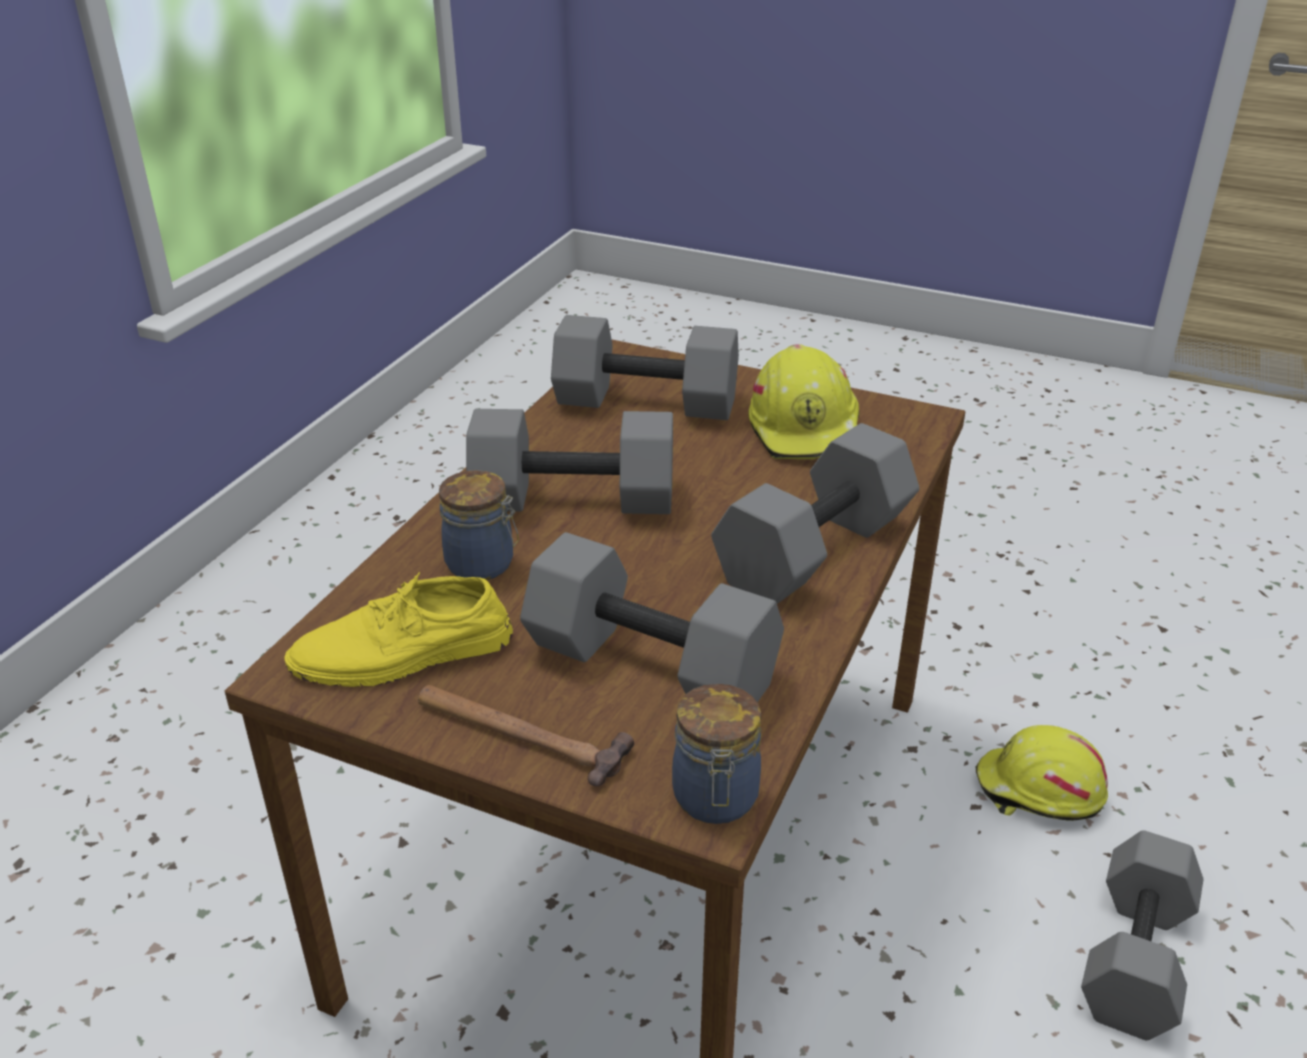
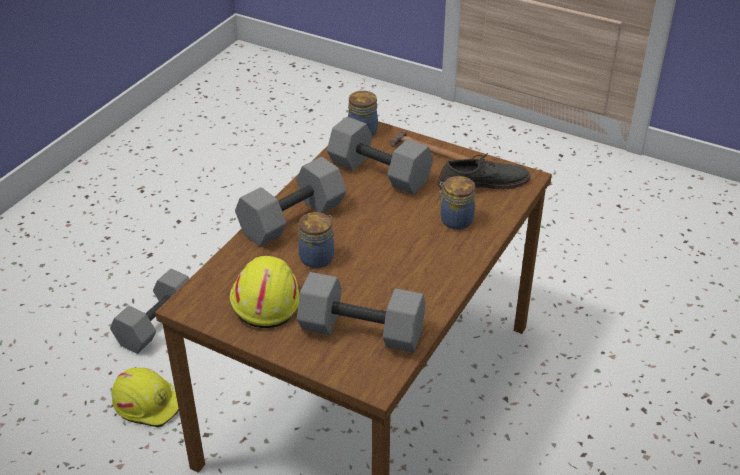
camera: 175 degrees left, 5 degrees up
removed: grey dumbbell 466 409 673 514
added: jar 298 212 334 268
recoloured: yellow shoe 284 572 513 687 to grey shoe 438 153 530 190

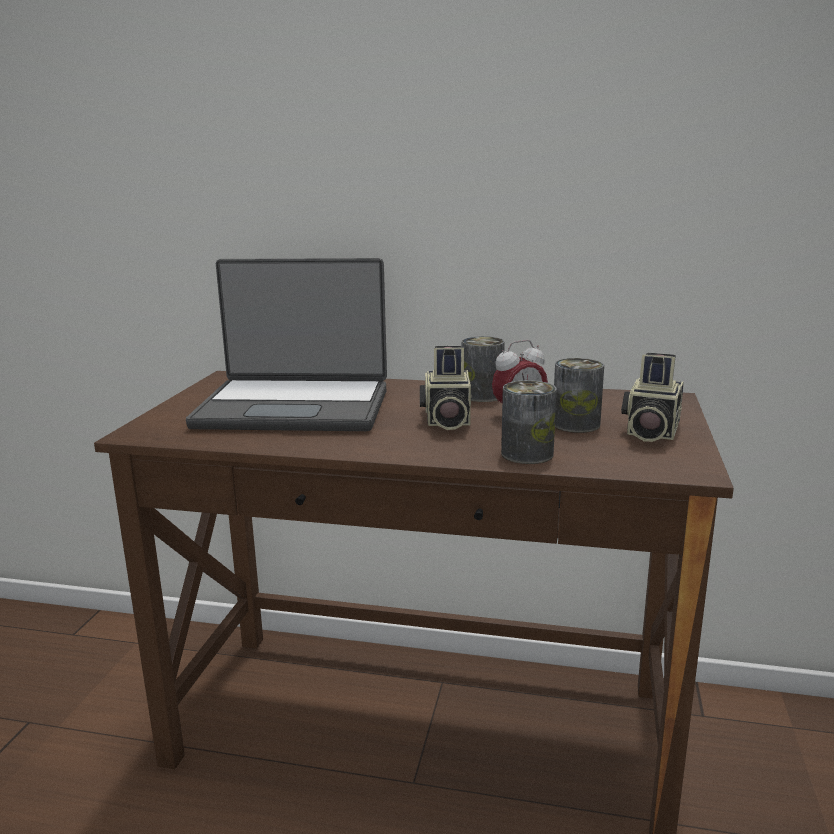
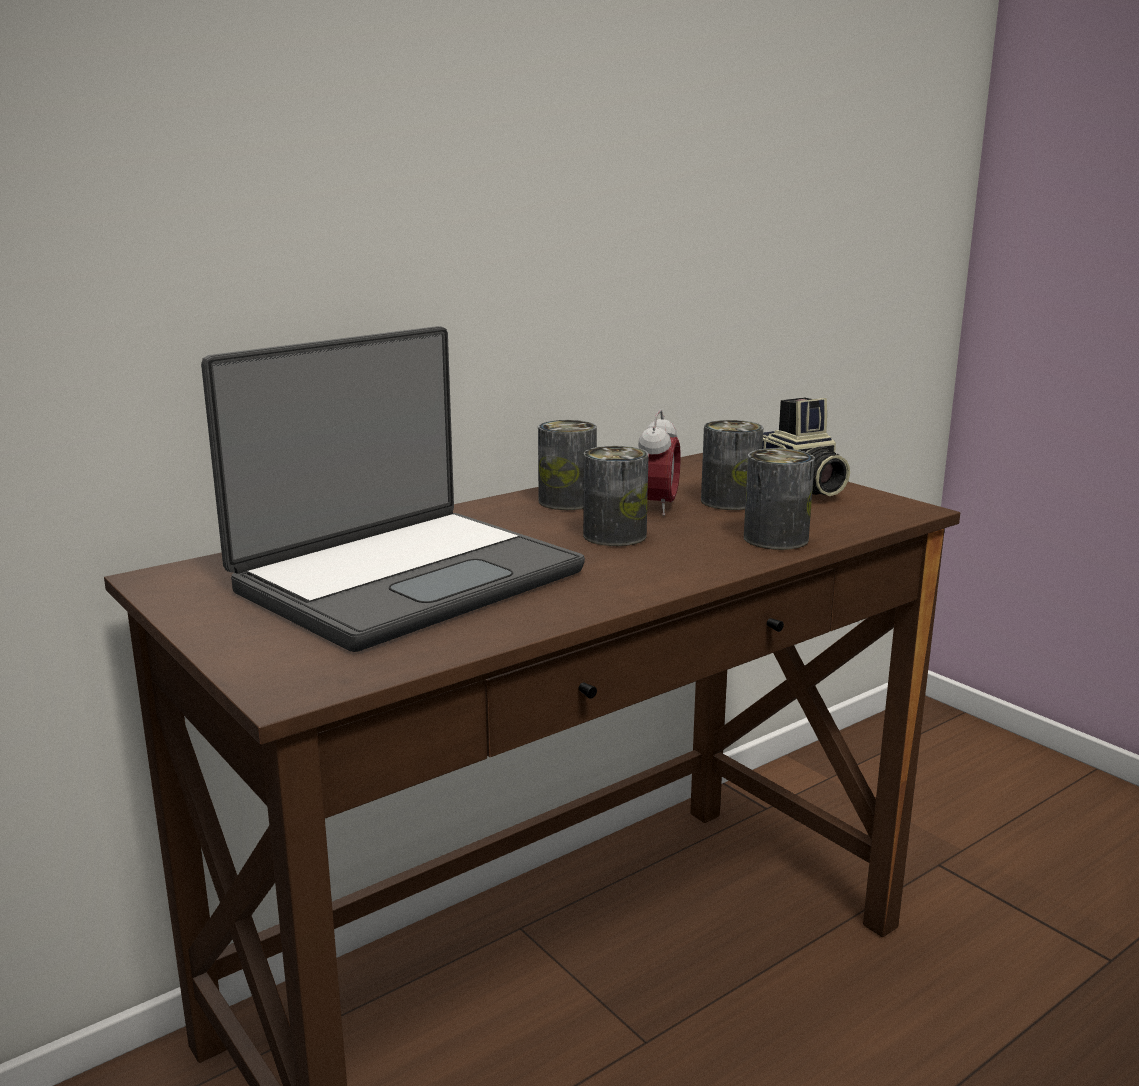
camera: 50 degrees left, 0 degrees up
replaced: photo camera 420 346 471 430 to can 583 446 648 546

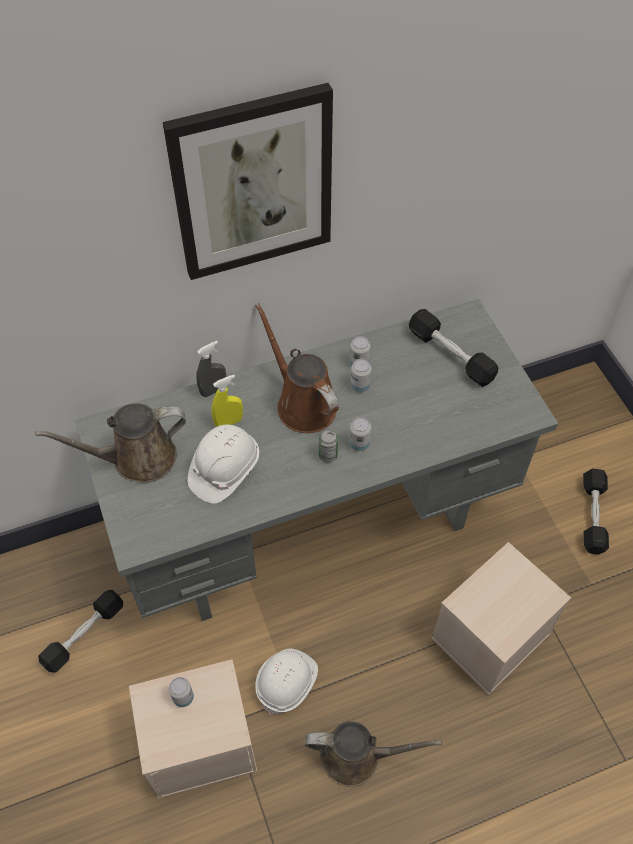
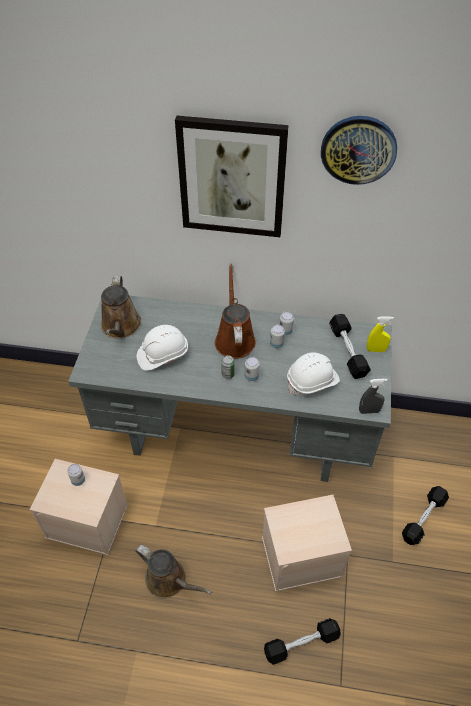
camera: 30 degrees right, 5 degrees down
added: wall clock 321 116 397 185
moved: grey spray bottle 196 341 226 397 to 359 379 388 414; yellow spray bottle 211 375 243 427 to 367 316 394 352; black dumbbell 38 590 123 673 to 264 618 341 665; white hard hat 255 649 318 715 to 287 352 340 396
turned: brown watering can 35 403 186 482 = 101 276 141 338 105 degrees counterclockwise

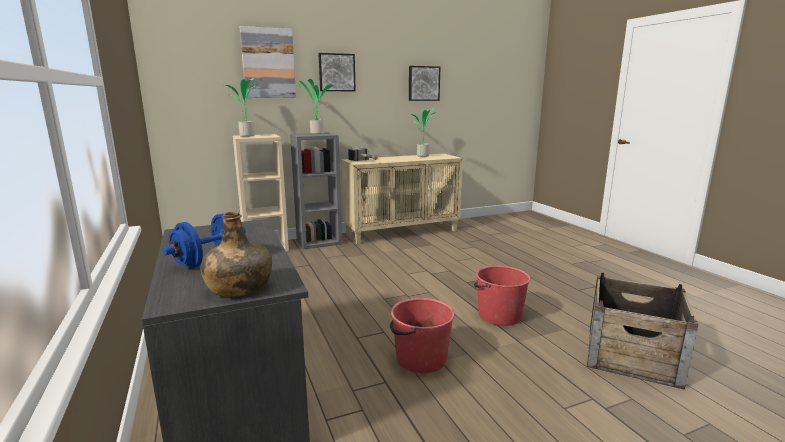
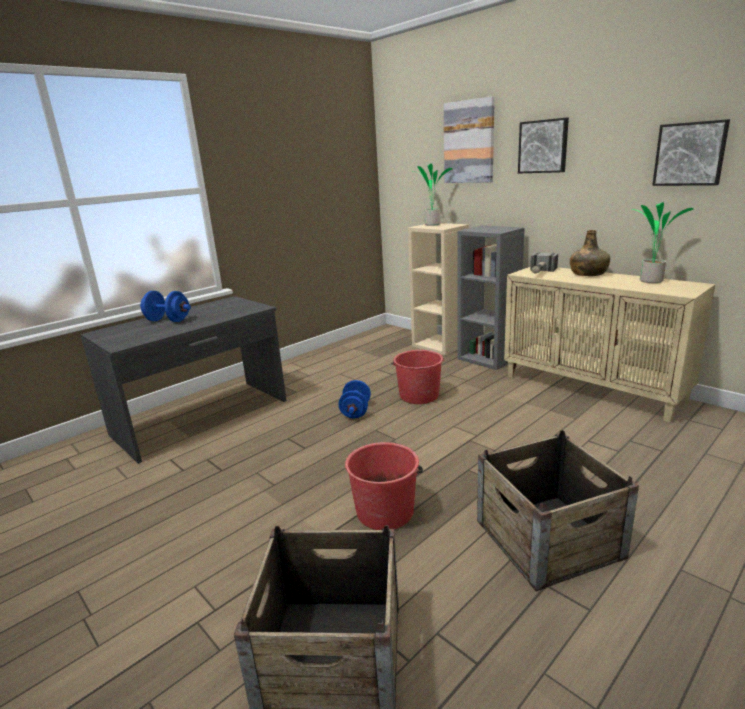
camera: 70 degrees right, 5 degrees up
removed: potted plant 300 79 333 134
added: blue dumbbell 338 380 371 418; crate 477 430 639 591
moved: green bottle 200 212 272 297 to 570 230 610 276; red bucket 390 298 455 373 to 391 350 444 404

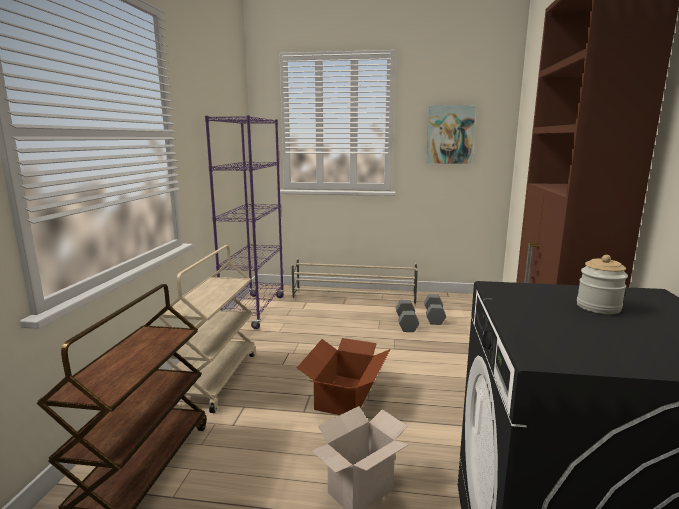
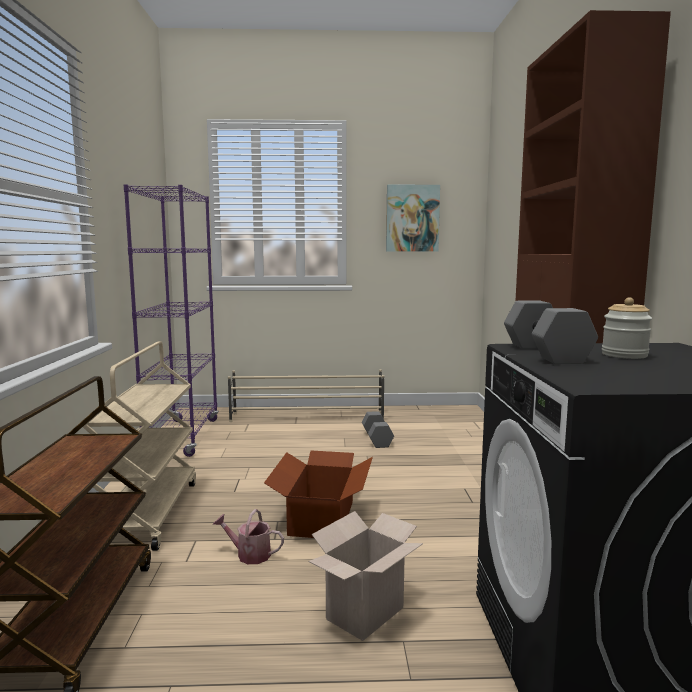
camera: 10 degrees left, 5 degrees down
added: watering can 213 509 284 564
moved: grey dumbbell 424 294 446 325 to 504 301 598 364

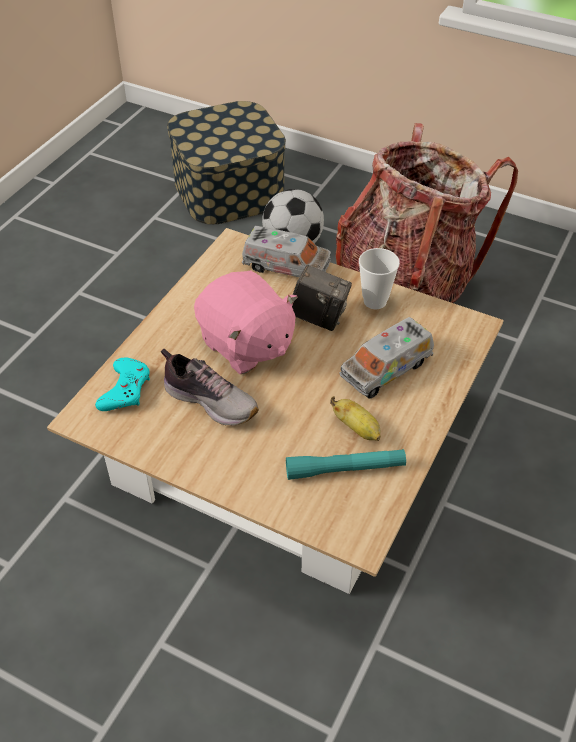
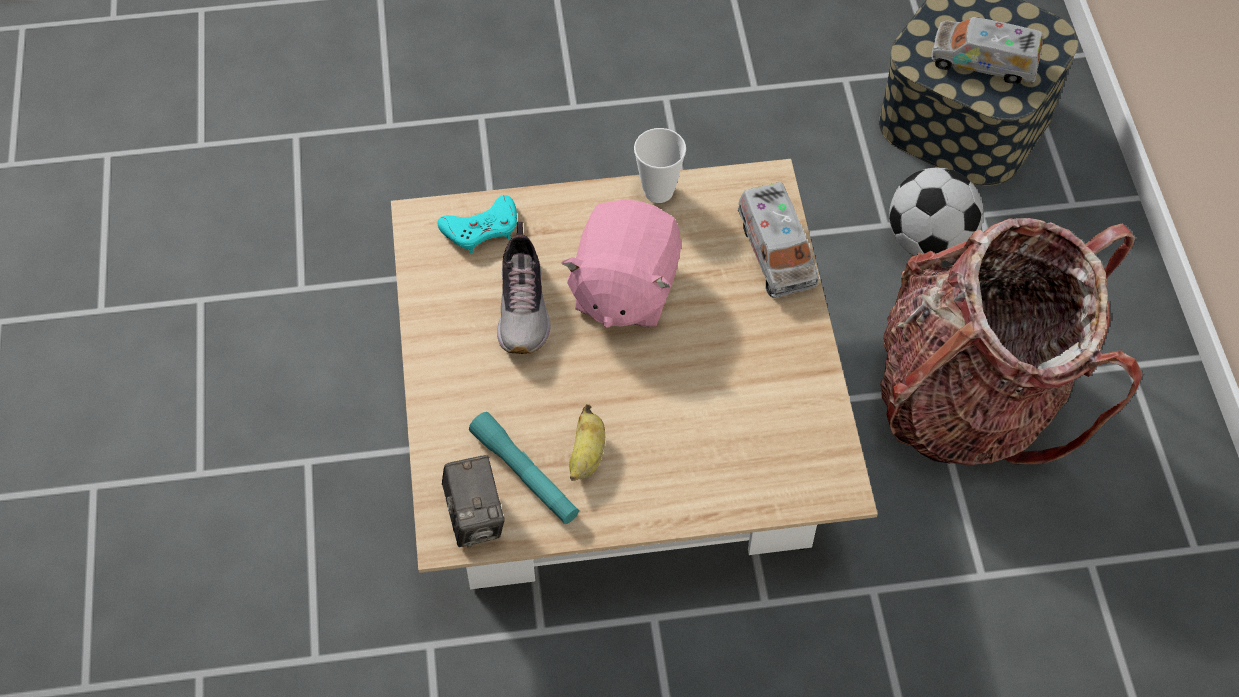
camera: 55 degrees right, 10 degrees up
moved: cup 359 248 400 309 to 634 128 686 203; photo camera 292 265 352 331 to 442 455 504 548; toy truck 339 317 434 399 to 932 17 1043 84

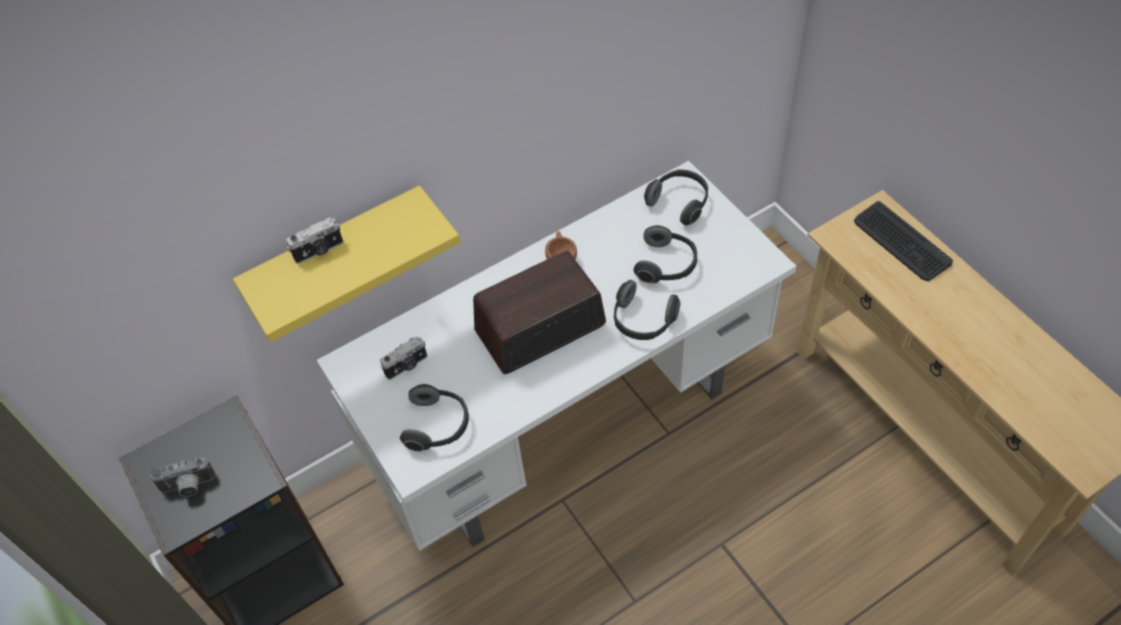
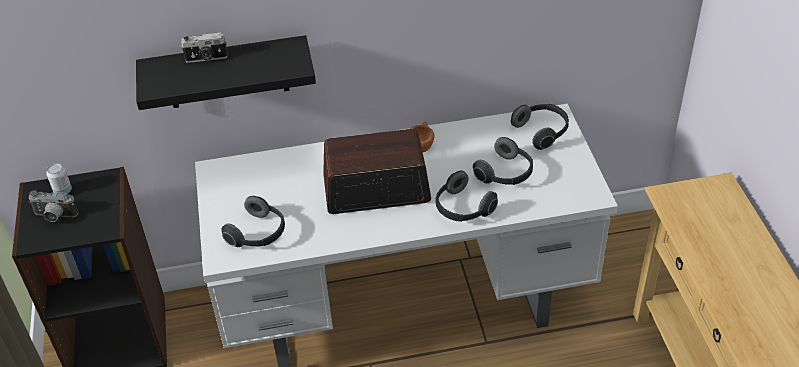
camera: 20 degrees right, 10 degrees down
removed: keyboard 854 201 953 281; photo camera 380 336 427 380
added: can 46 163 72 194
recoloured: yellow shelf 233 185 460 342 to black shelf 136 35 316 110

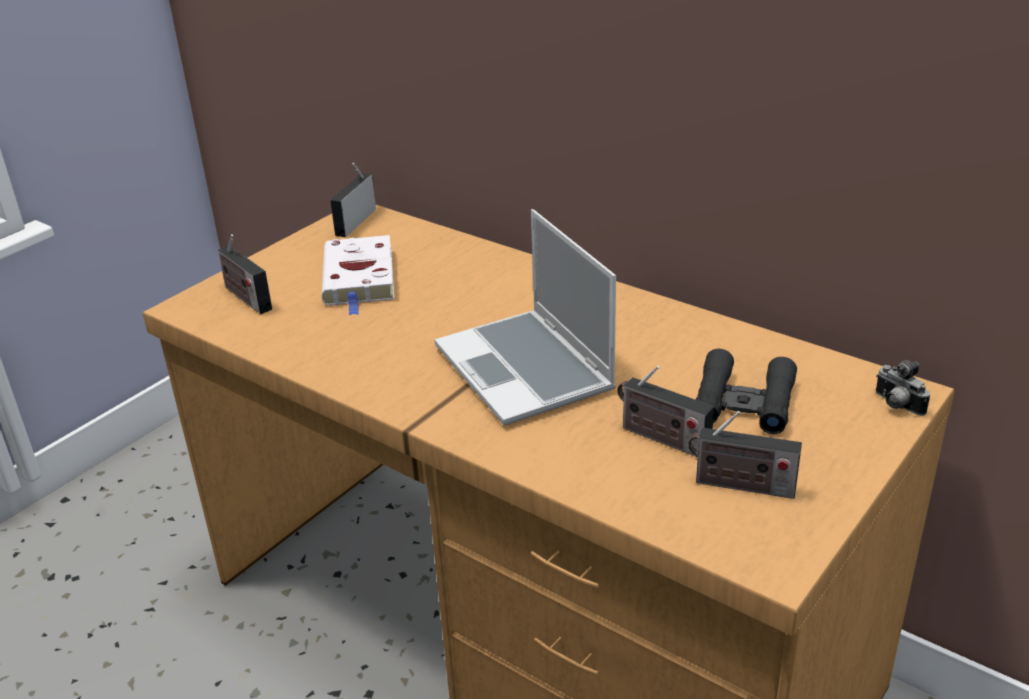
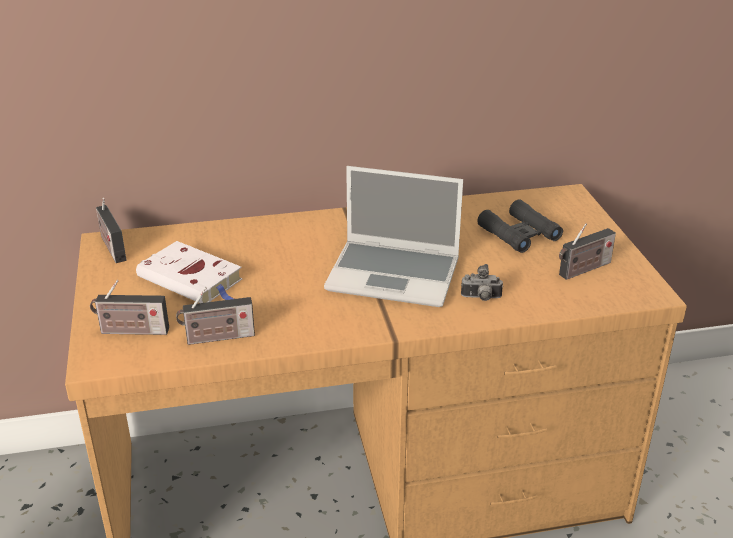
camera: 50 degrees left, 0 degrees up
moved: photo camera 876 360 930 416 to 461 264 503 301; radio 617 365 714 457 to 176 287 255 345

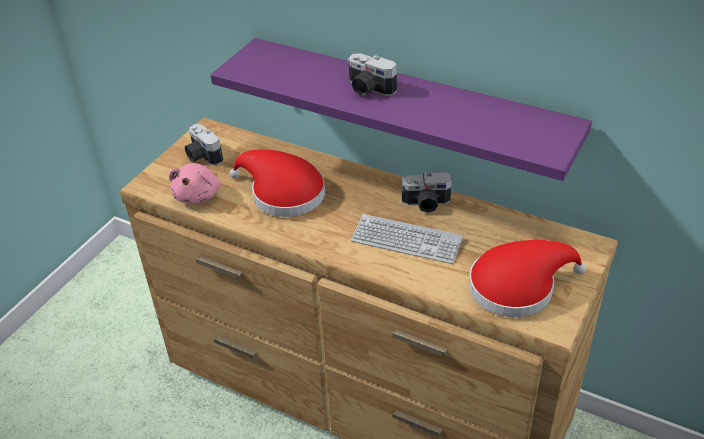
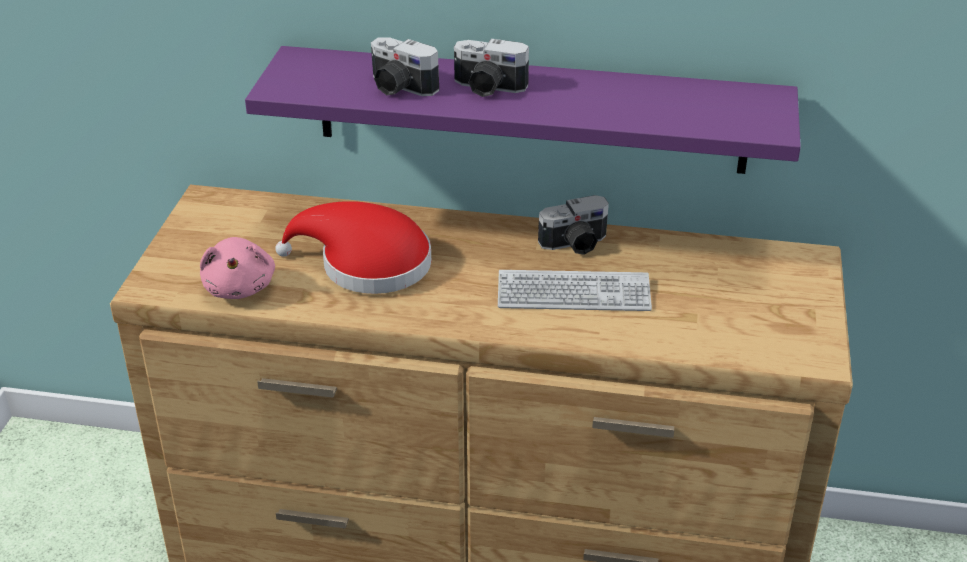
camera: 20 degrees left, 5 degrees down
removed: red hat 469 240 586 317
moved: photo camera 185 124 223 166 to 371 37 439 96

